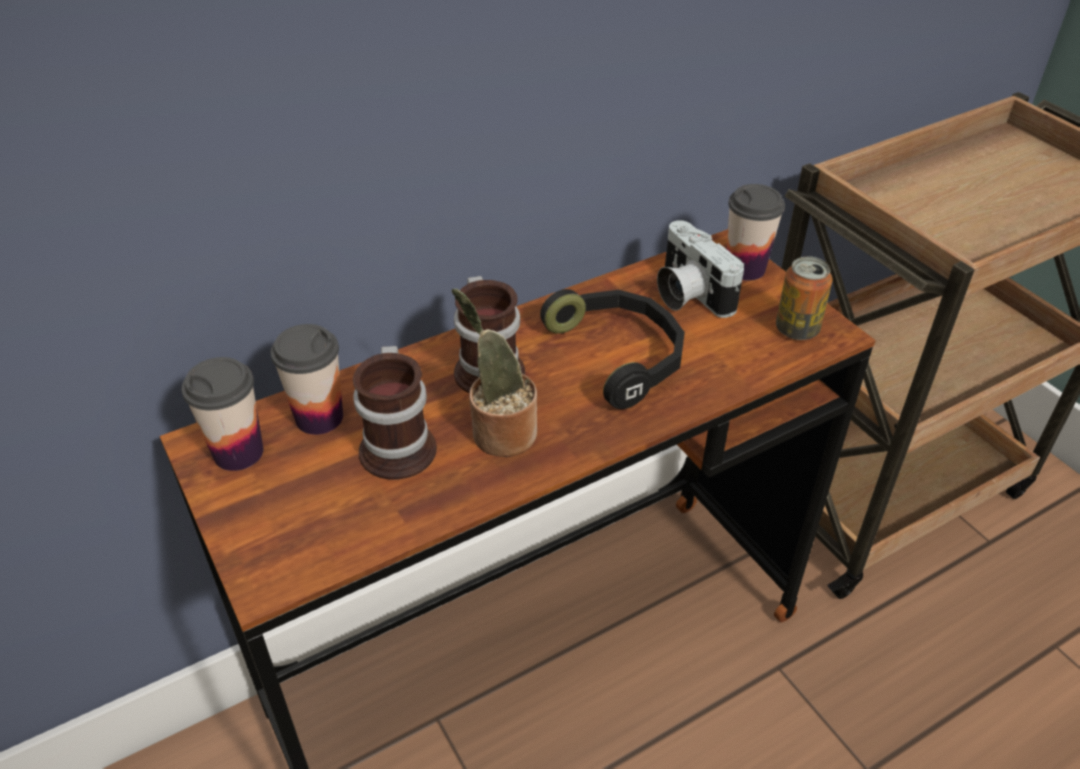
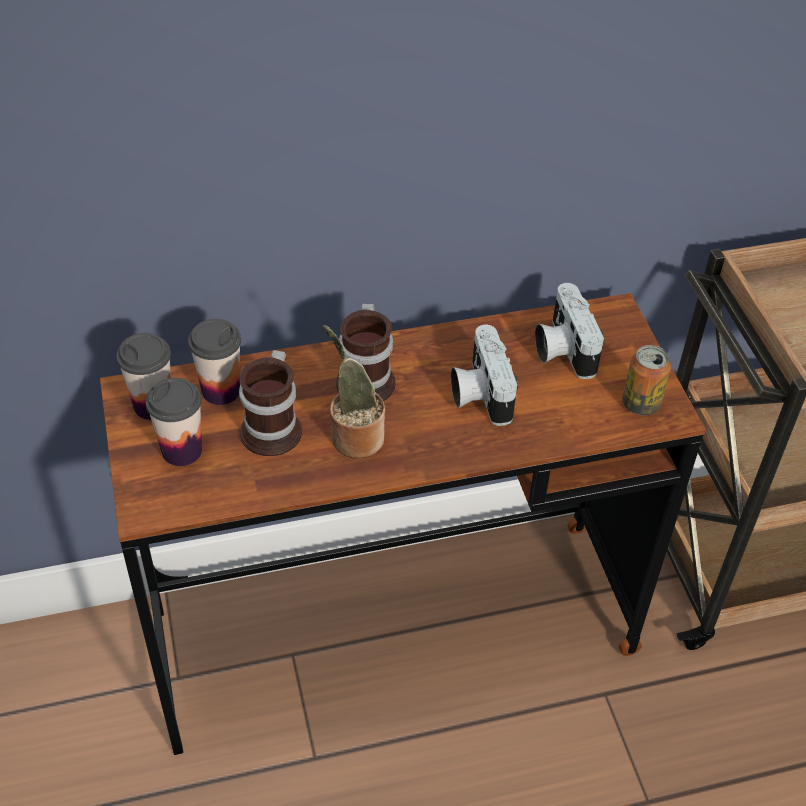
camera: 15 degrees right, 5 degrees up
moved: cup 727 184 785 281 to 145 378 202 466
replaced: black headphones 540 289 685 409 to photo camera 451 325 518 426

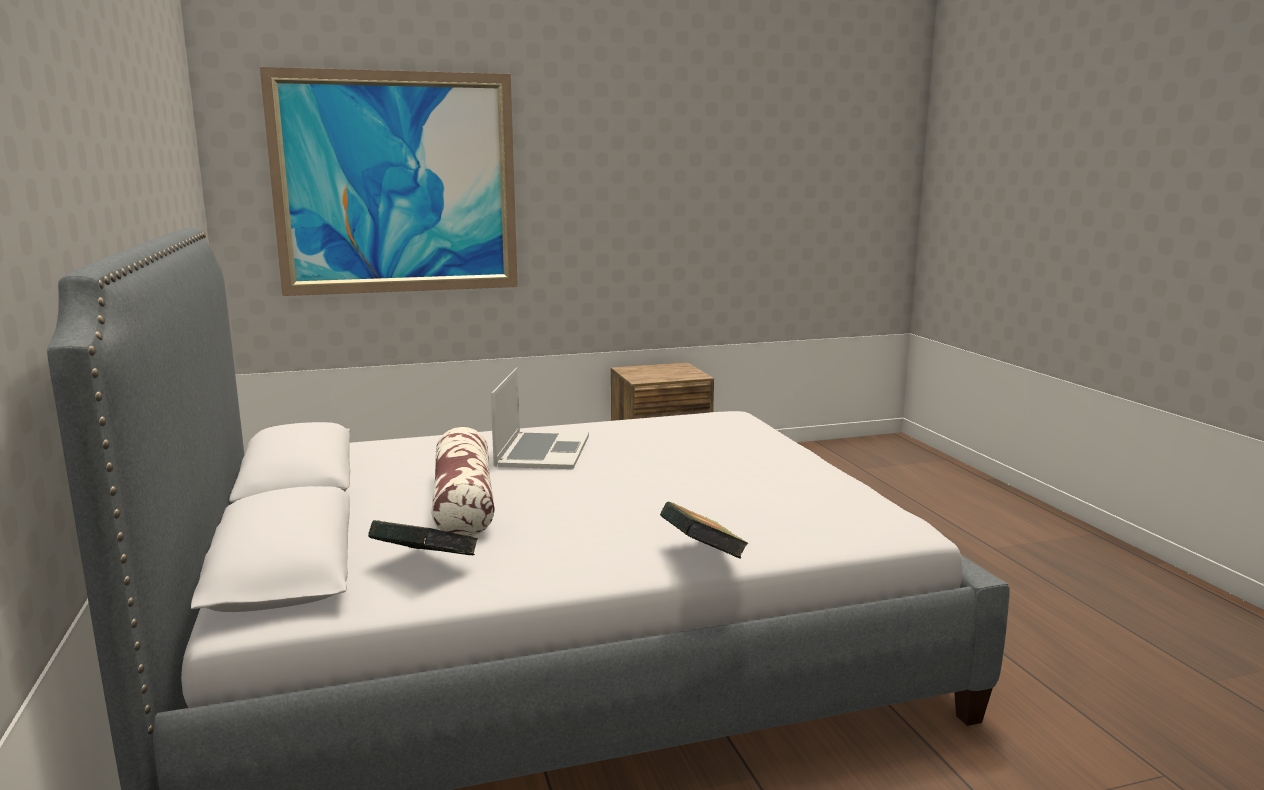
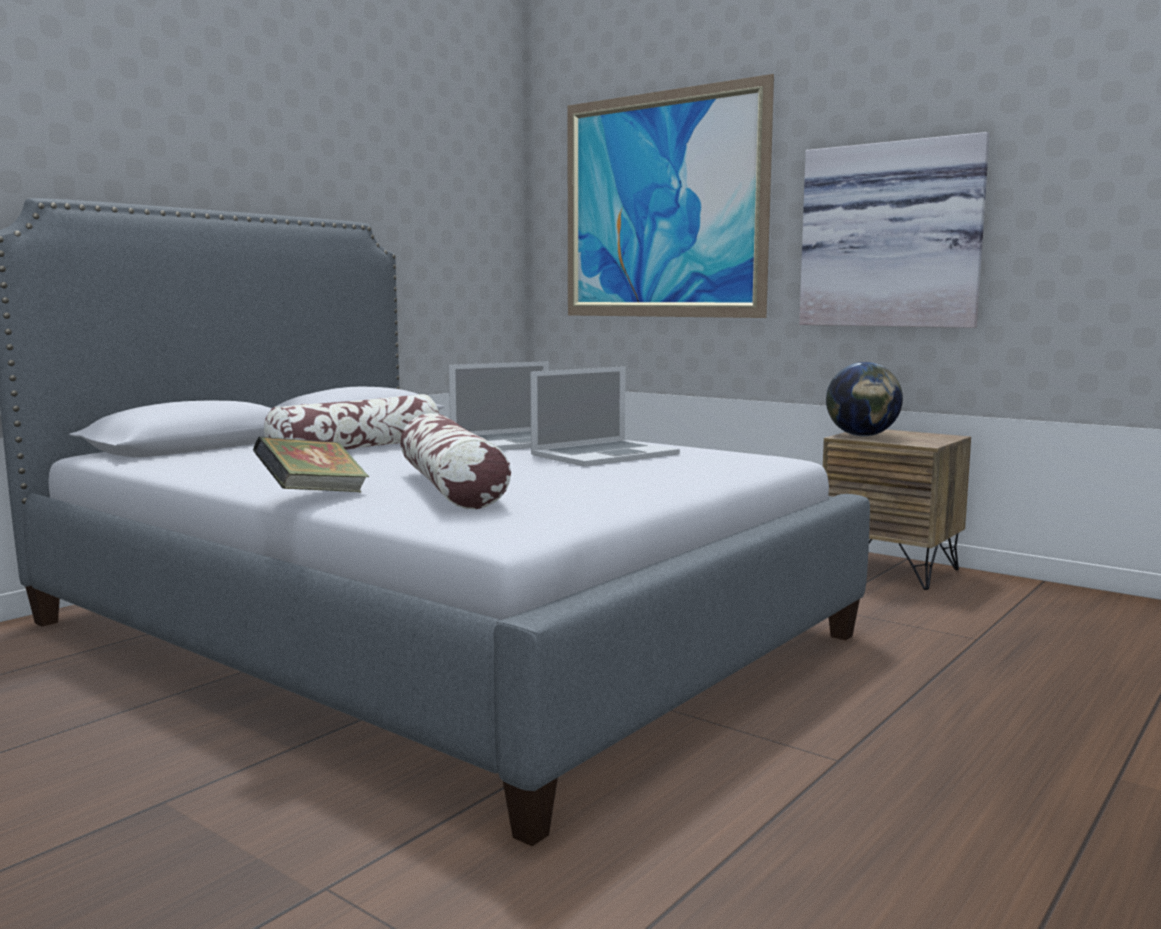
camera: 55 degrees right, 5 degrees down
removed: book 368 520 478 555
added: picture 799 132 990 328; globe 826 362 903 436; laptop 530 366 680 467; pillow 400 413 511 509

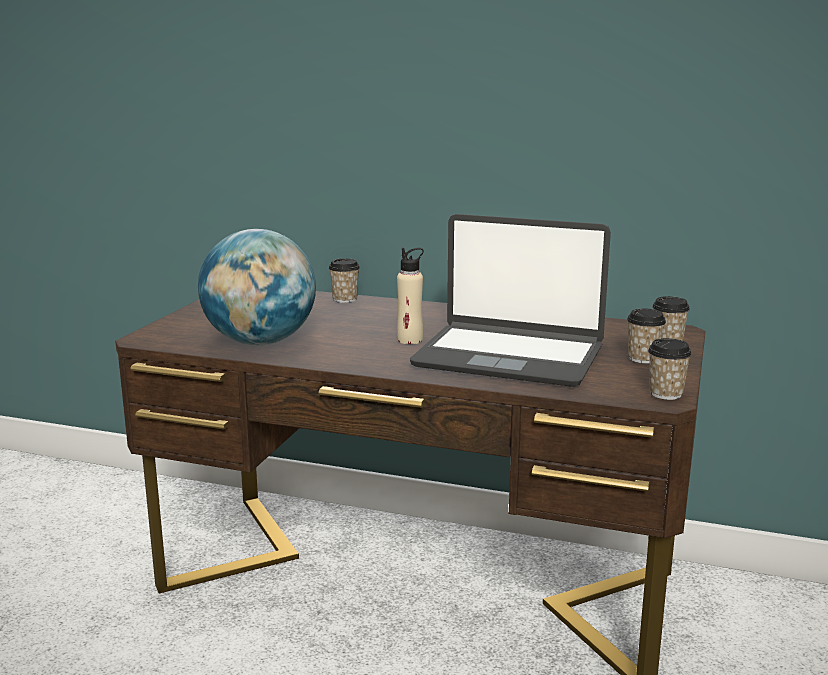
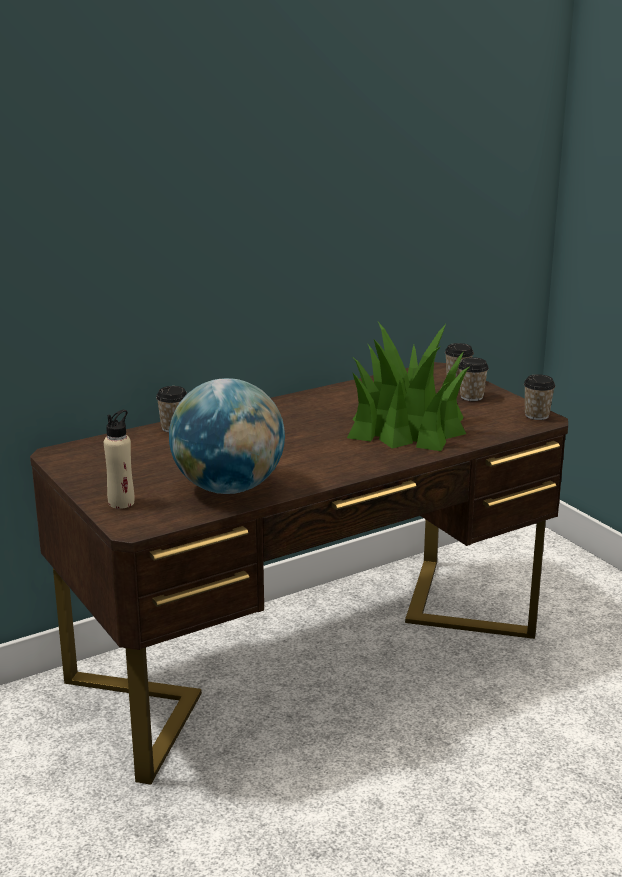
camera: 50 degrees left, 5 degrees up
moved: beige bottle 397 248 424 344 to 104 410 134 509
replaced: laptop 410 214 611 387 to potted plant 347 322 470 451

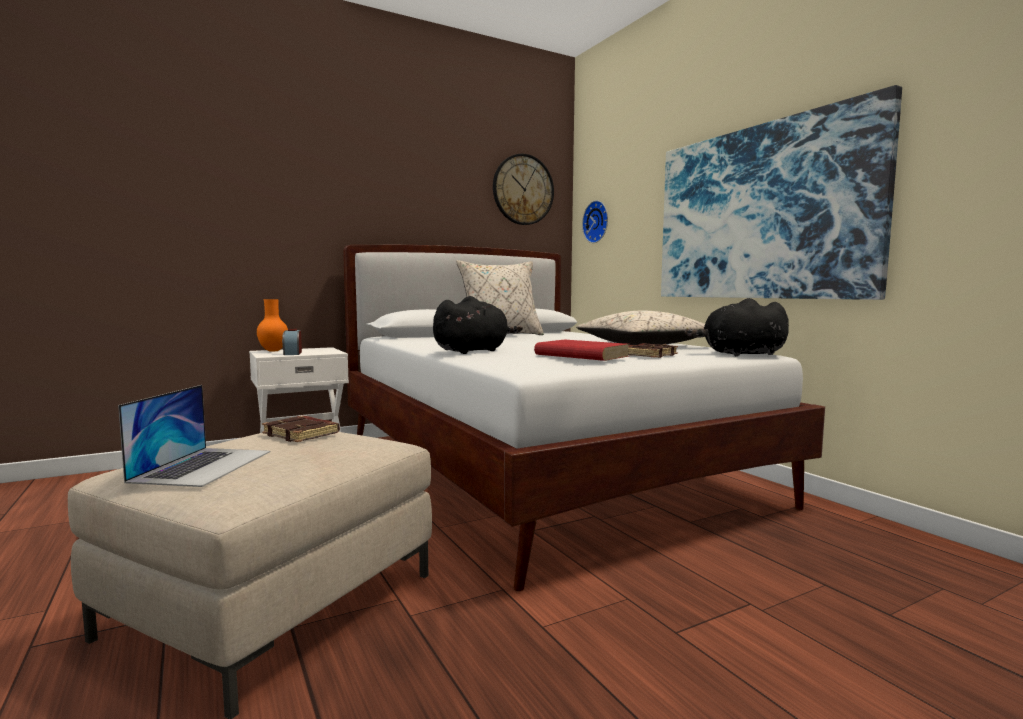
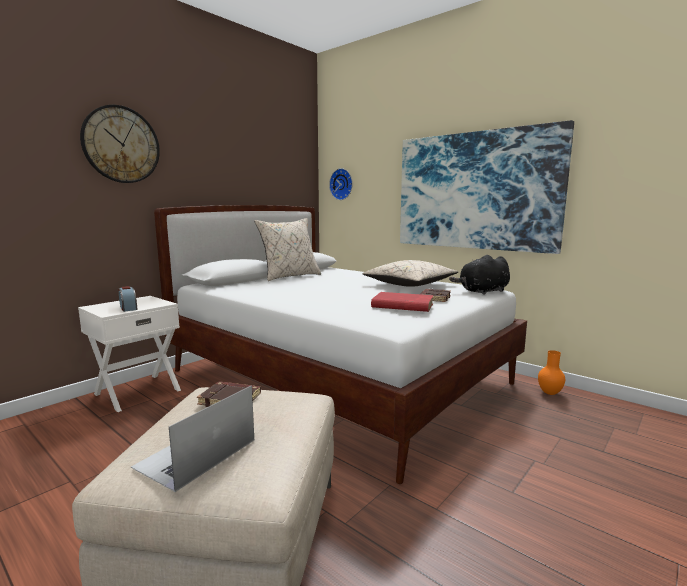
camera: 20 degrees left, 5 degrees up
removed: black plush toy 433 296 523 354
moved: wall clock 493 154 554 225 to 80 105 160 183; orange vase 257 299 288 352 to 538 350 565 395
turned: laptop 118 385 270 487 = 131 385 254 492 135 degrees counterclockwise

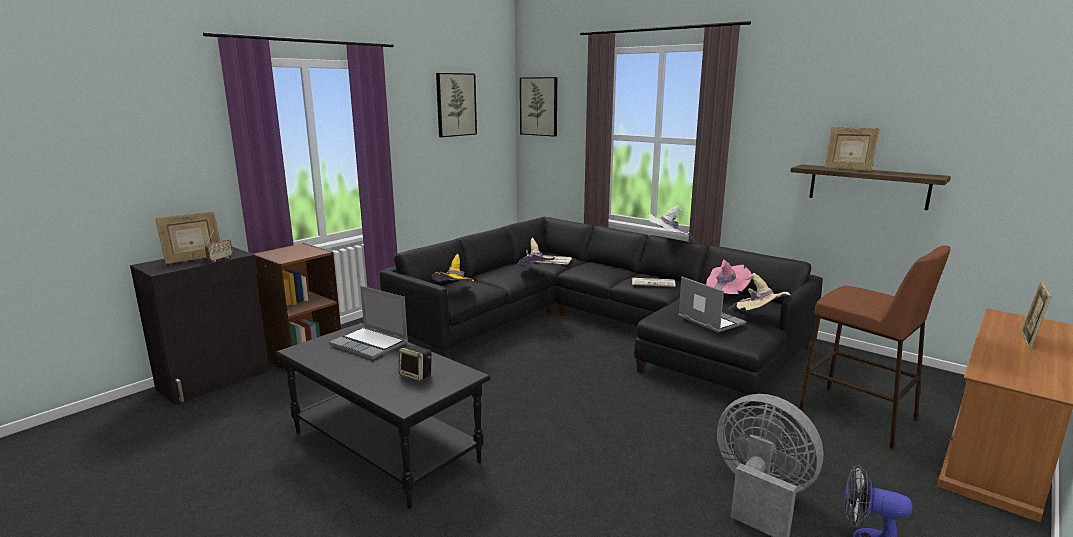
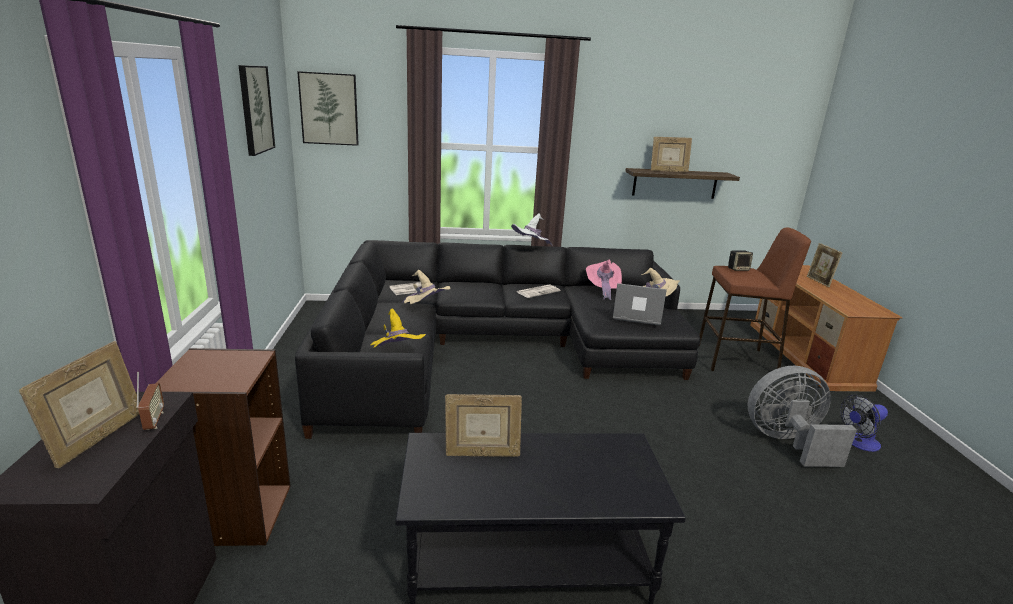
camera: 45 degrees left, 5 degrees up
moved: speaker 399 345 432 381 to 728 250 753 271
replaced: laptop 329 286 408 360 to picture frame 445 394 522 457

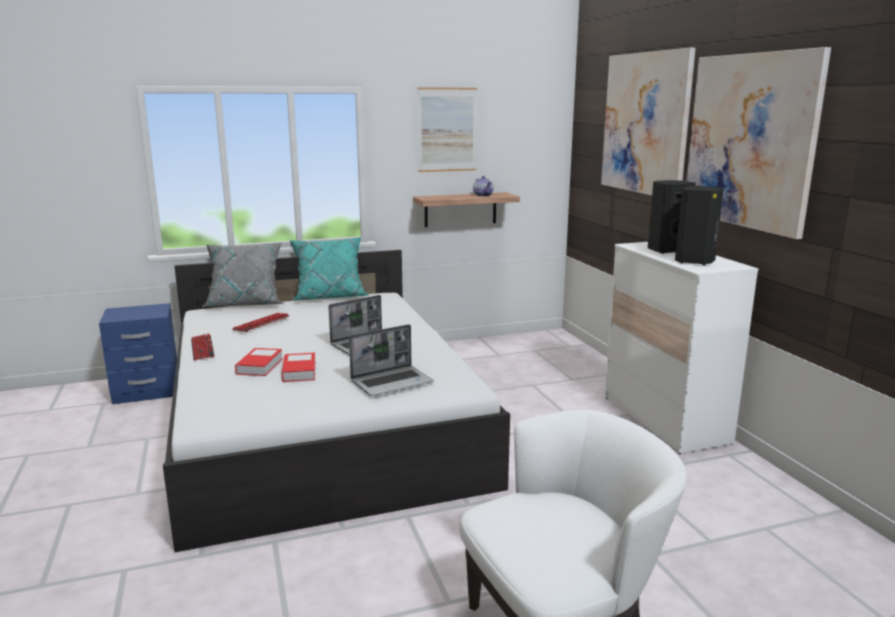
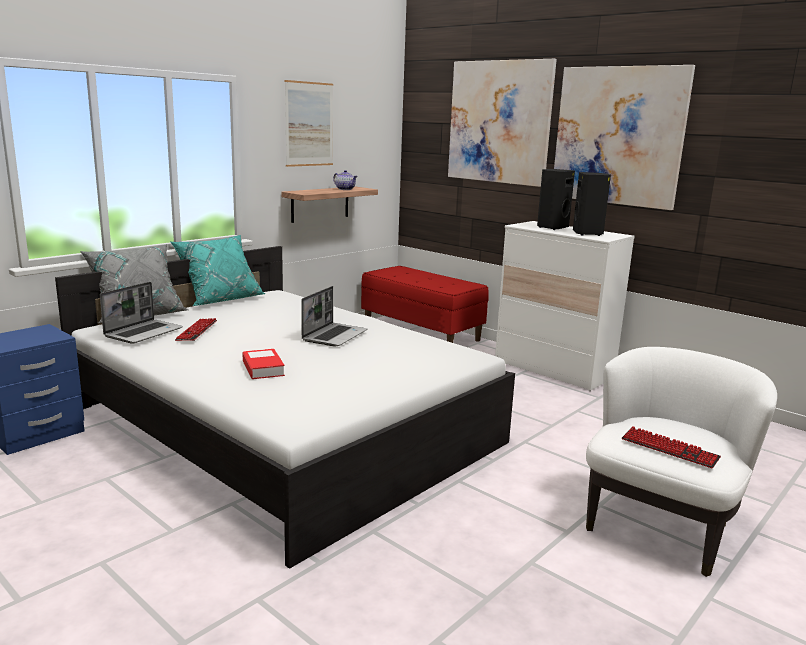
camera: 30 degrees left, 0 degrees up
removed: book 282 353 316 382
added: red bench 361 266 489 343
moved: laptop 349 324 433 396 to 100 282 183 344; keyboard 191 333 214 360 to 622 426 721 468

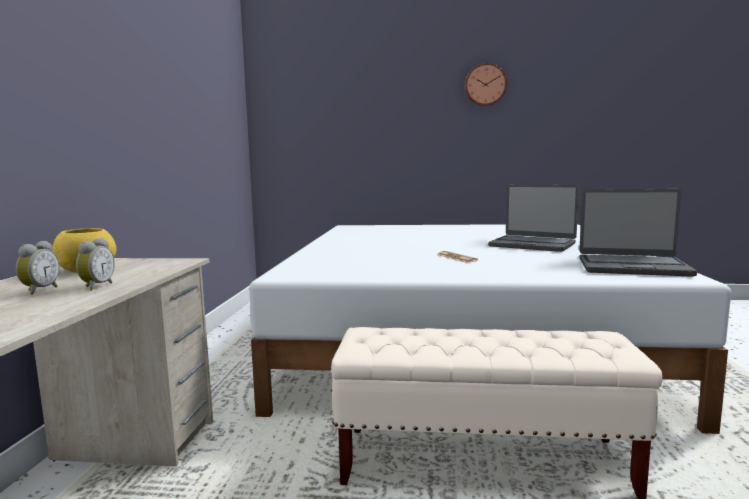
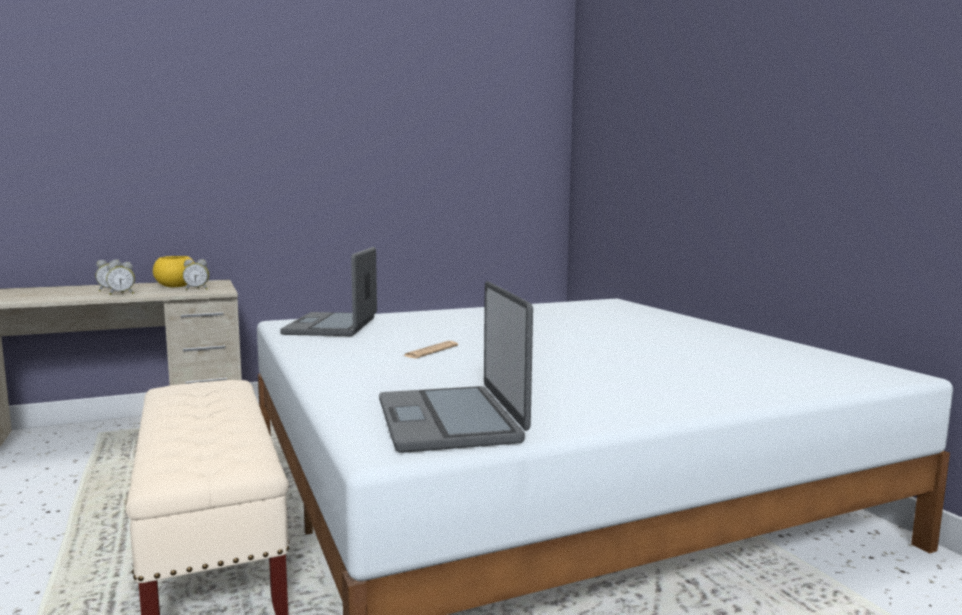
camera: 60 degrees right, 0 degrees up
removed: wall clock 465 63 507 106
added: alarm clock 183 259 209 290
moved: laptop 488 184 579 252 to 280 247 377 336

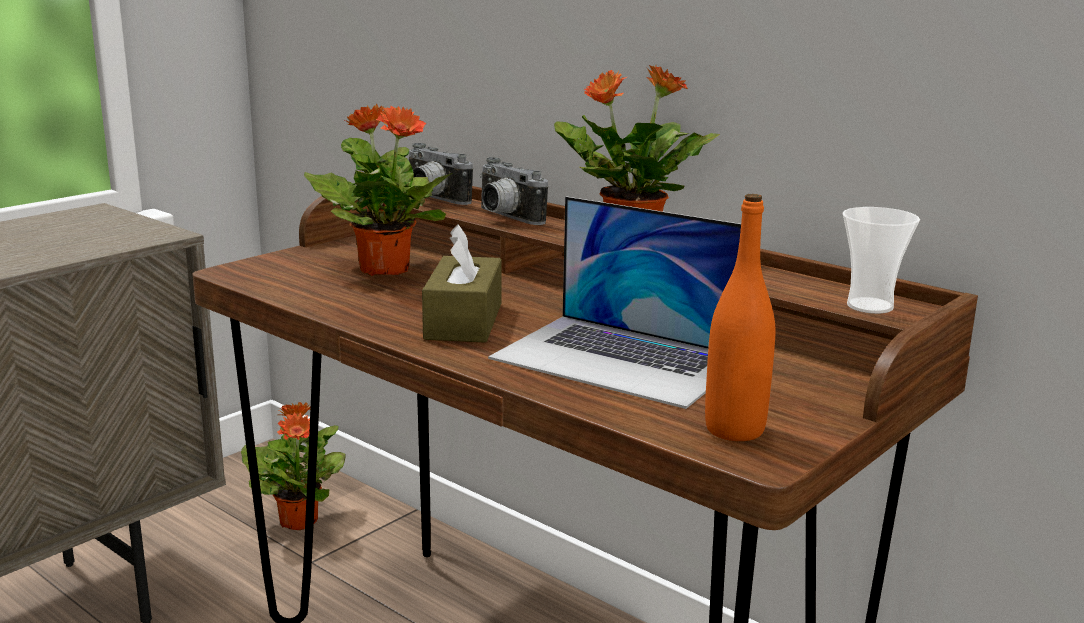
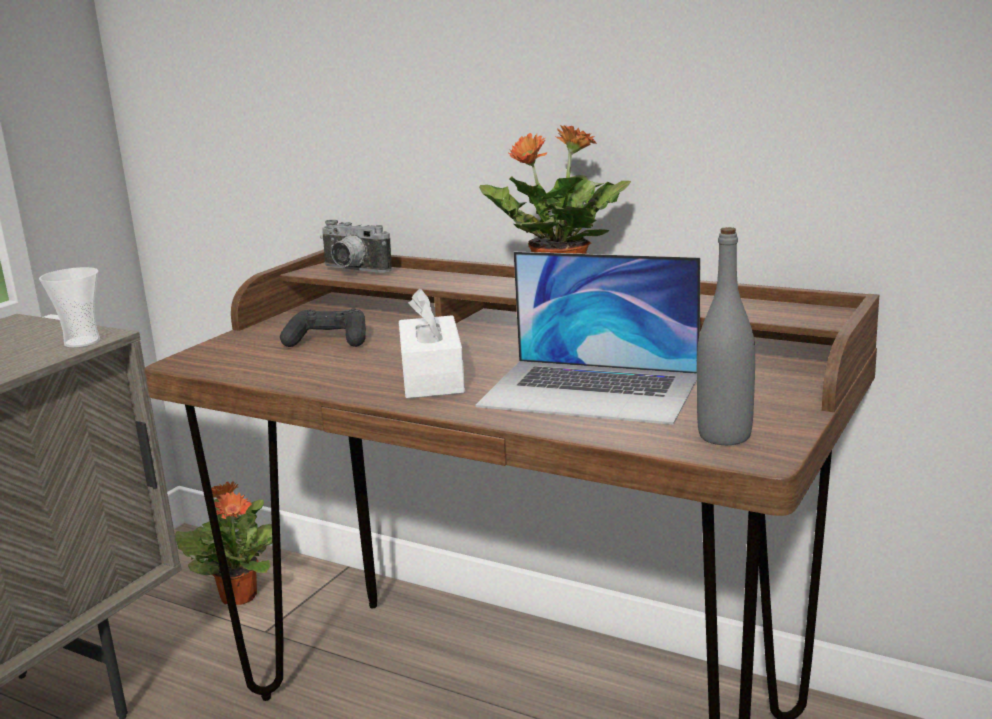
camera: 10 degrees left, 0 degrees up
removed: photo camera 480 157 548 225
moved: cup 843 207 920 314 to 39 267 100 348
replaced: potted plant 304 104 452 276 to black game controller 280 308 366 347
recoloured: orange bottle 705 194 775 441 to grey bottle 697 227 755 445; brown tissue box 422 224 502 343 to white tissue box 399 289 465 399

